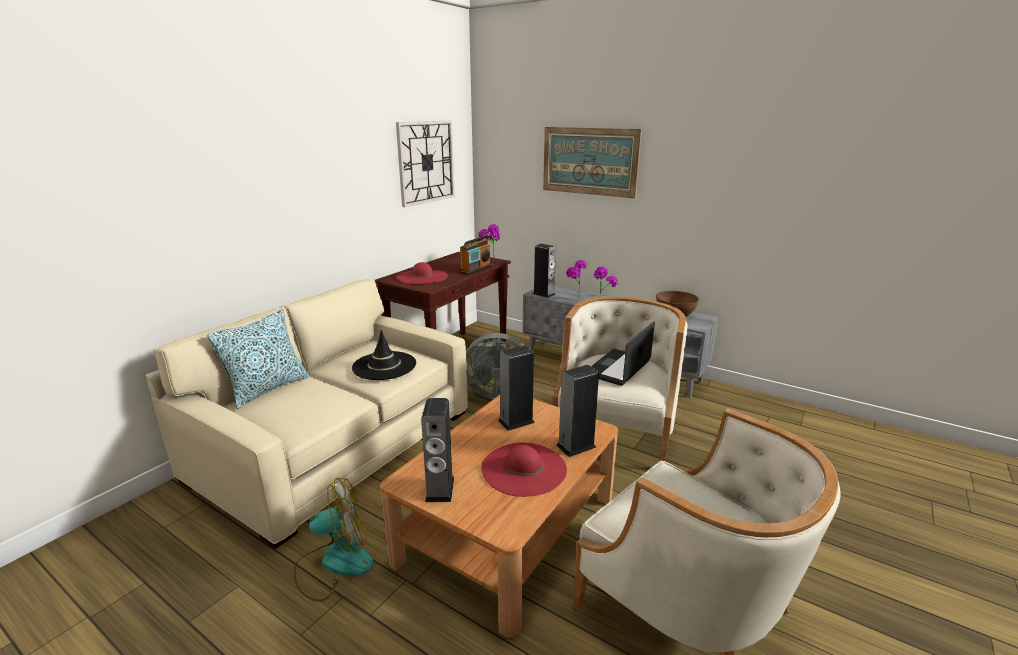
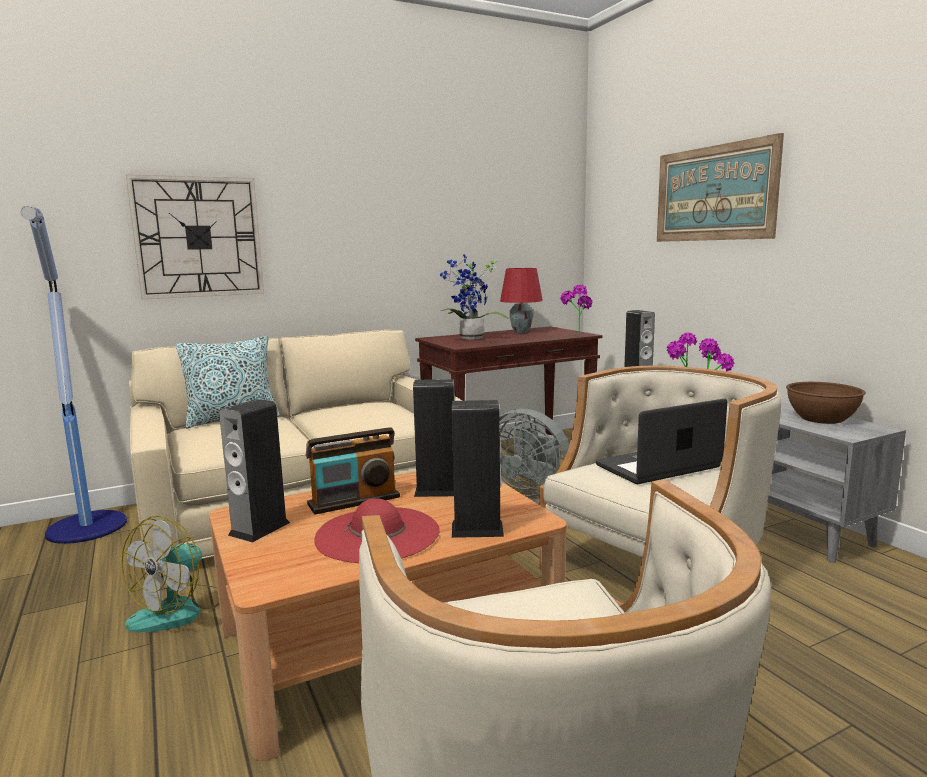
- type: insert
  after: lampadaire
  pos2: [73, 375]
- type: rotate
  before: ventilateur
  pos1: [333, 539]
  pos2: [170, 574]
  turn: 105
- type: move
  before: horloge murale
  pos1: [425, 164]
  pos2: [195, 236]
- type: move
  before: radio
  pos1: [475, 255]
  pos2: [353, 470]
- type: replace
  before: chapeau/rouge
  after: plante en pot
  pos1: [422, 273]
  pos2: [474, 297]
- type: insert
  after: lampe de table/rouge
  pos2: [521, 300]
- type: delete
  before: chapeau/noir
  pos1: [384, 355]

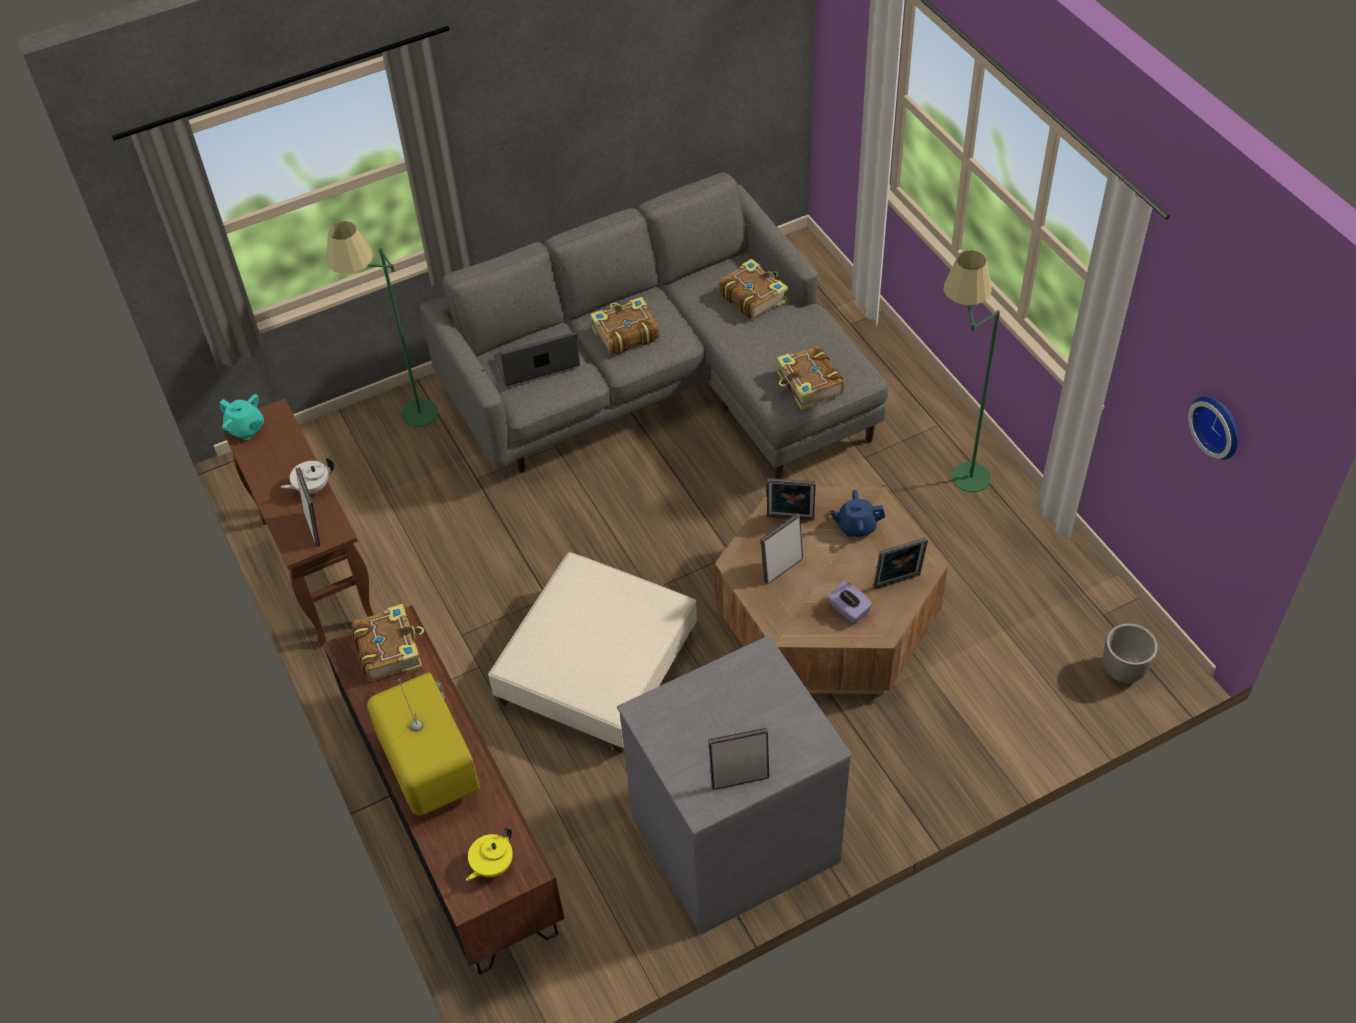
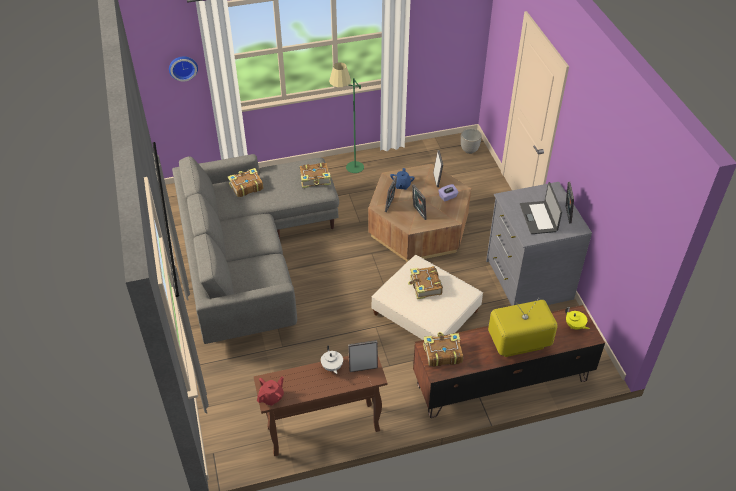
- type: move
  before: horloge murale
  pos1: [1213, 428]
  pos2: [183, 68]
- type: recolor
  before: théière/turquoise
  after: théière/rouge
  pos1: [242, 417]
  pos2: [270, 391]
- type: move
  before: livre
  pos1: [624, 326]
  pos2: [425, 282]
- type: move
  before: ordinateur portable
  pos1: [537, 359]
  pos2: [541, 208]
- type: delete
  before: lampadaire/vert
  pos1: [382, 324]

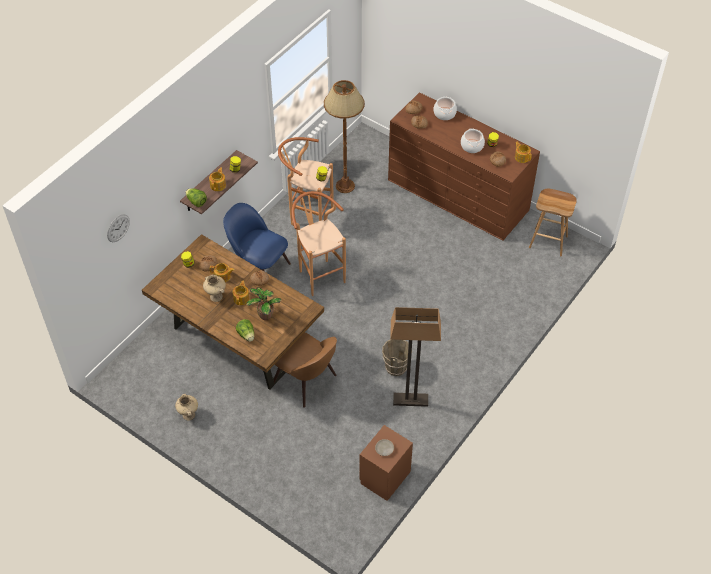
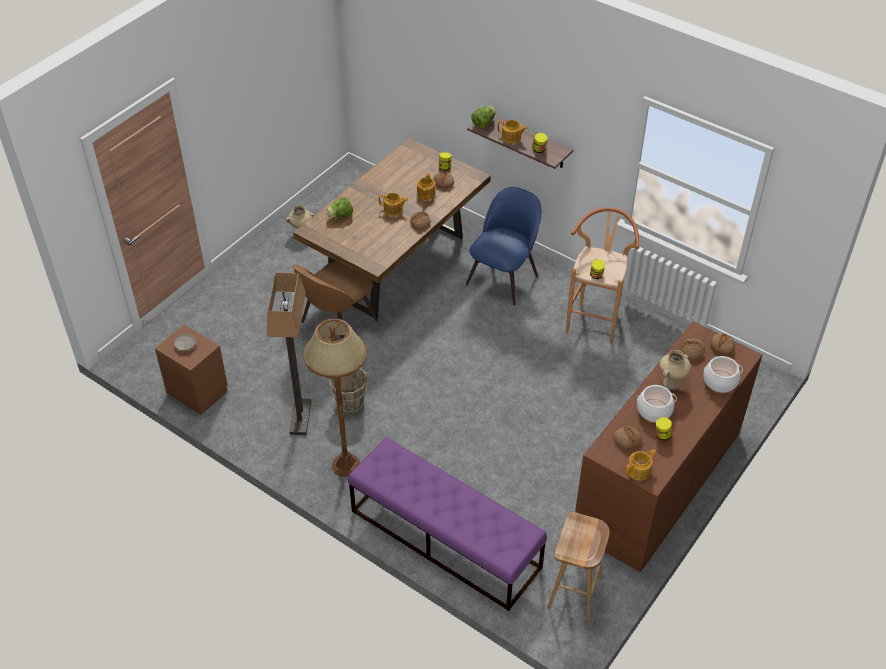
- type: move
  before: lampadaire/marron
  pos1: [344, 136]
  pos2: [335, 398]
- type: insert
  after: banc/violet
  pos2: [447, 524]
- type: move
  before: vase/beige
  pos1: [214, 288]
  pos2: [675, 370]
- type: delete
  before: horloge murale
  pos1: [118, 228]
- type: delete
  before: plante en pot
  pos1: [263, 304]
- type: delete
  before: tabouret/marron
  pos1: [318, 243]

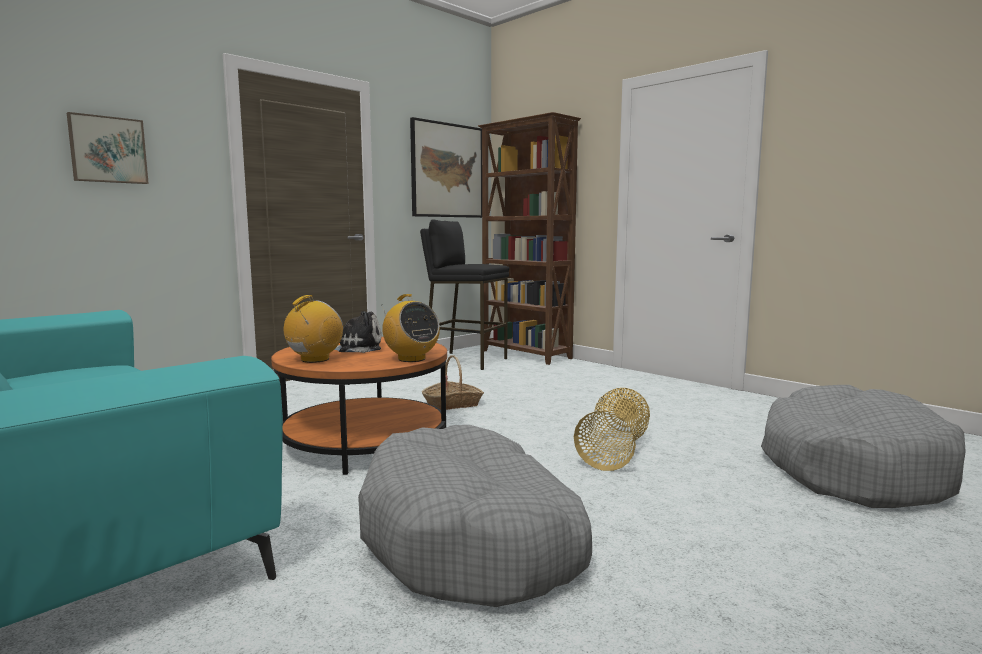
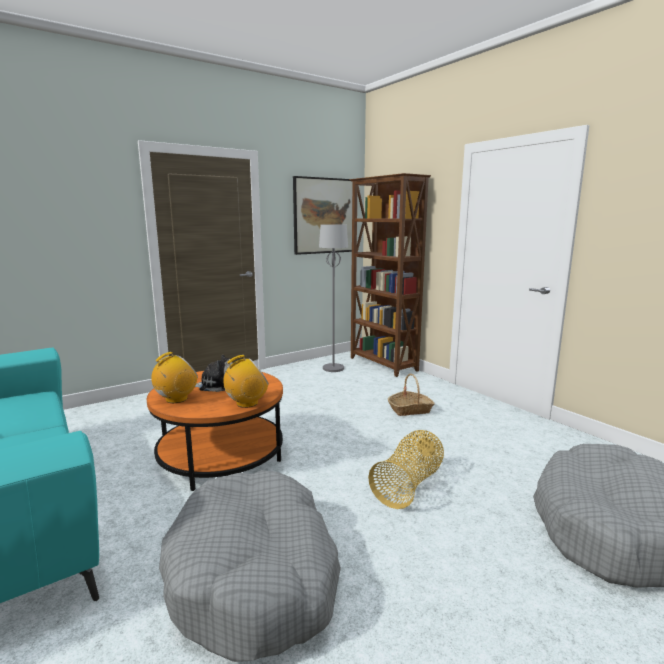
- type: rotate
  before: radio
  pos1: [411, 328]
  pos2: [246, 381]
  turn: -90
- type: replace
  before: tabouret/noir
  after: lampadaire/gris
  pos1: [464, 294]
  pos2: [333, 298]
- type: move
  before: panier
  pos1: [453, 382]
  pos2: [411, 394]
- type: delete
  before: tableau
  pos1: [108, 148]

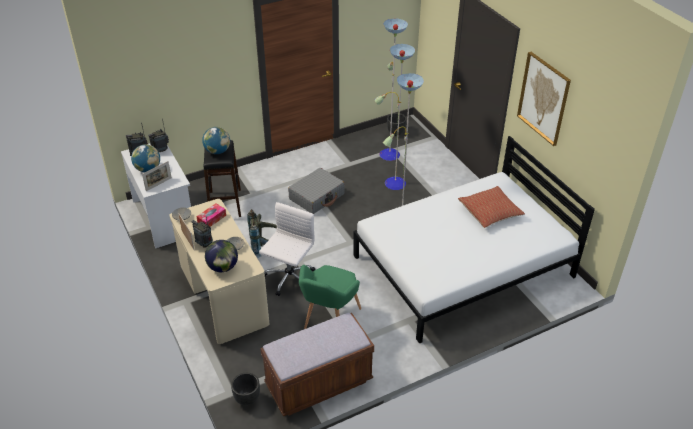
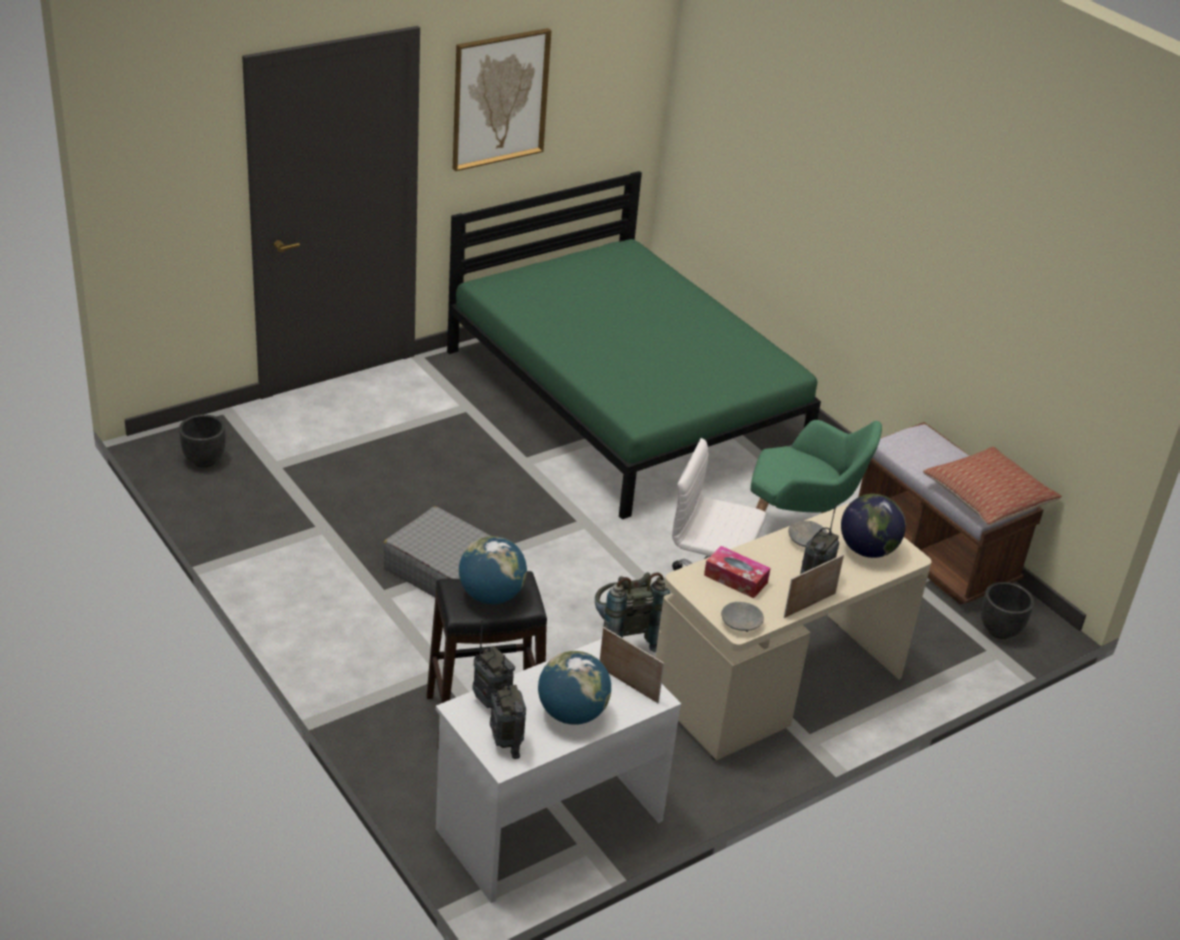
- type: recolor
  before: lit/blanc
  after: lit/vert
  pos1: [474, 240]
  pos2: [634, 345]
- type: move
  before: coussin
  pos1: [491, 207]
  pos2: [992, 485]
- type: delete
  before: lampadaire
  pos1: [399, 112]

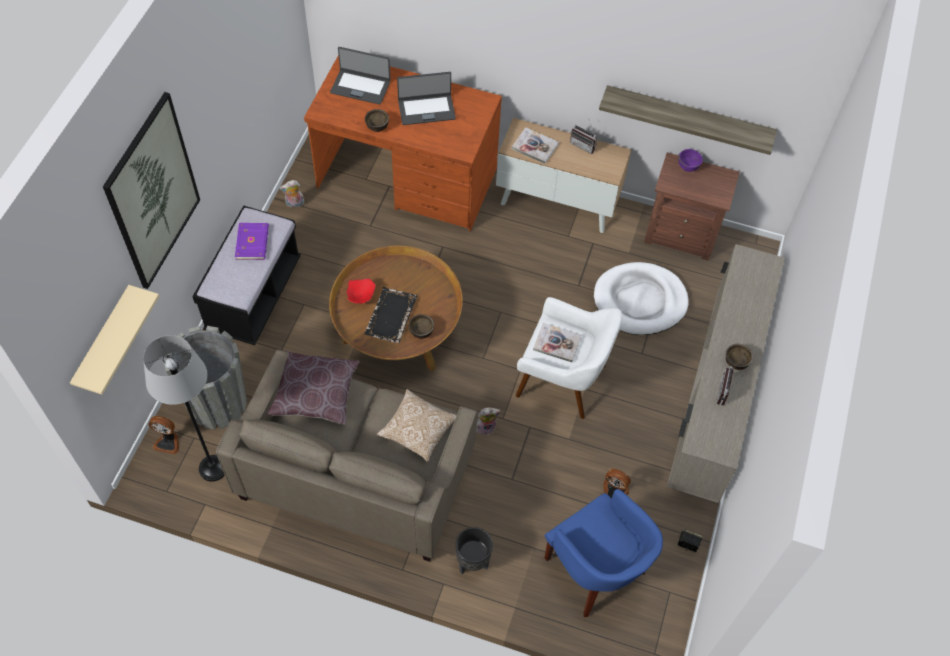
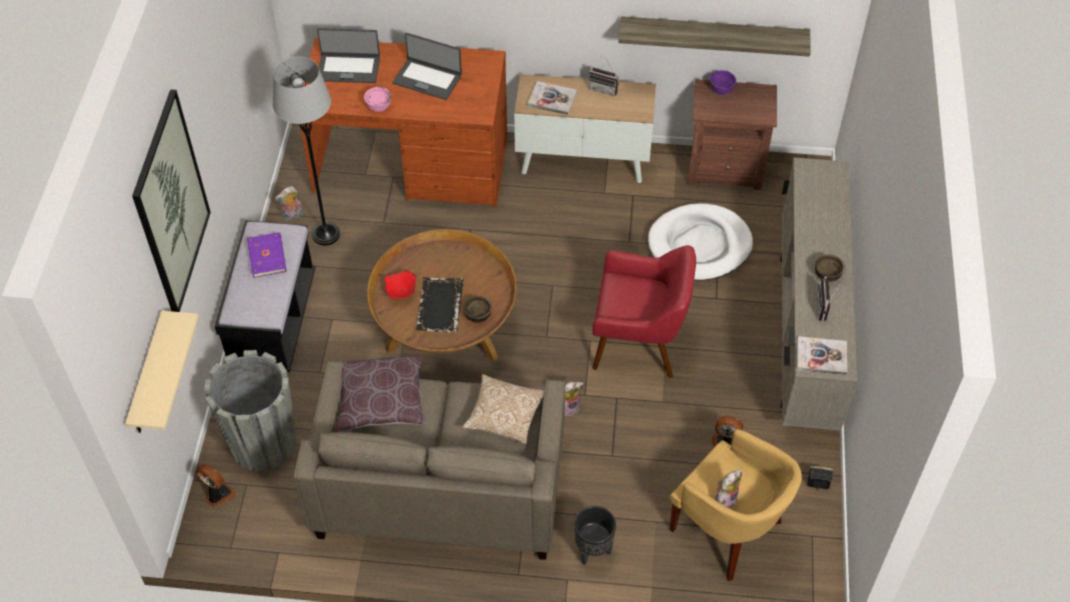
- type: rotate
  before: ventilateur
  pos1: [163, 435]
  pos2: [216, 485]
  turn: -150
- type: move
  before: lampadaire/gris
  pos1: [184, 408]
  pos2: [306, 151]
- type: recolor
  before: bol/marron
  after: bol/rose
  pos1: [377, 120]
  pos2: [377, 99]
- type: rotate
  before: ordinateur portable
  pos1: [426, 98]
  pos2: [427, 66]
  turn: 45
- type: recolor
  before: fauteuil/blanc
  after: fauteuil/rouge
  pos1: [569, 358]
  pos2: [644, 311]
- type: recolor
  before: fauteuil/bleu
  after: fauteuil/jaune
  pos1: [603, 553]
  pos2: [735, 505]
- type: insert
  after: peluche
  pos2: [728, 488]
- type: move
  before: livre
  pos1: [557, 342]
  pos2: [822, 355]

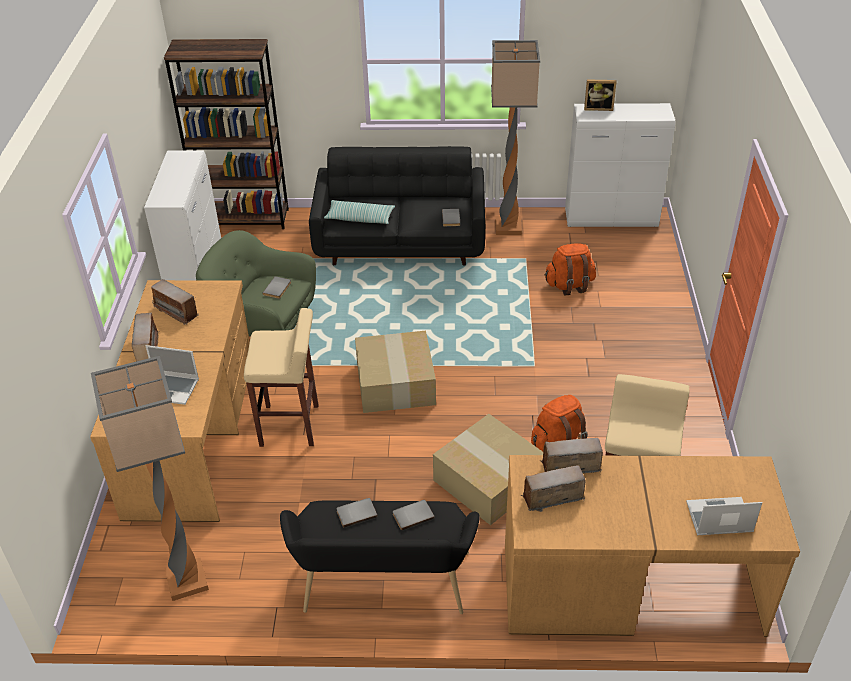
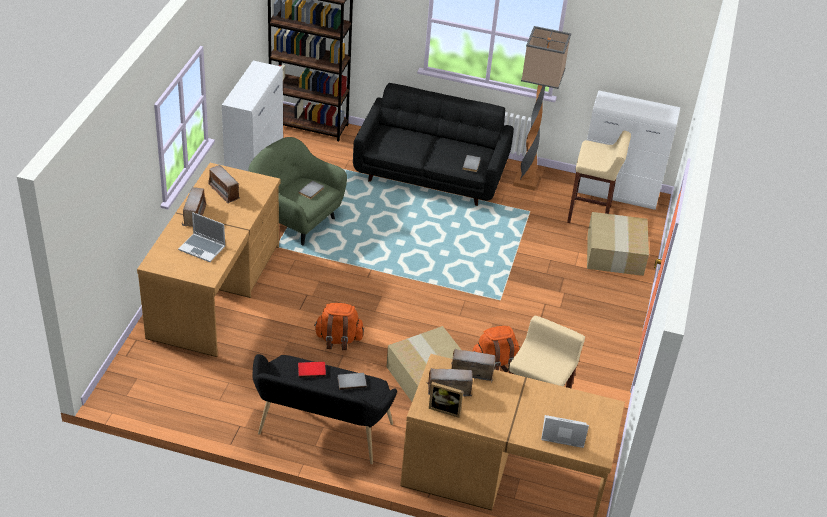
- type: recolor
  before: livre/gris
  after: livre/rouge
  pos1: [357, 513]
  pos2: [312, 370]
- type: move
  before: sac à dos/orange
  pos1: [570, 270]
  pos2: [339, 326]
- type: move
  before: cadre photo
  pos1: [600, 95]
  pos2: [446, 400]
- type: move
  before: tabouret/beige
  pos1: [281, 377]
  pos2: [599, 177]
- type: move
  before: carton
  pos1: [395, 372]
  pos2: [618, 244]
- type: delete
  before: lampadaire
  pos1: [150, 478]
- type: delete
  before: coussin
  pos1: [359, 212]

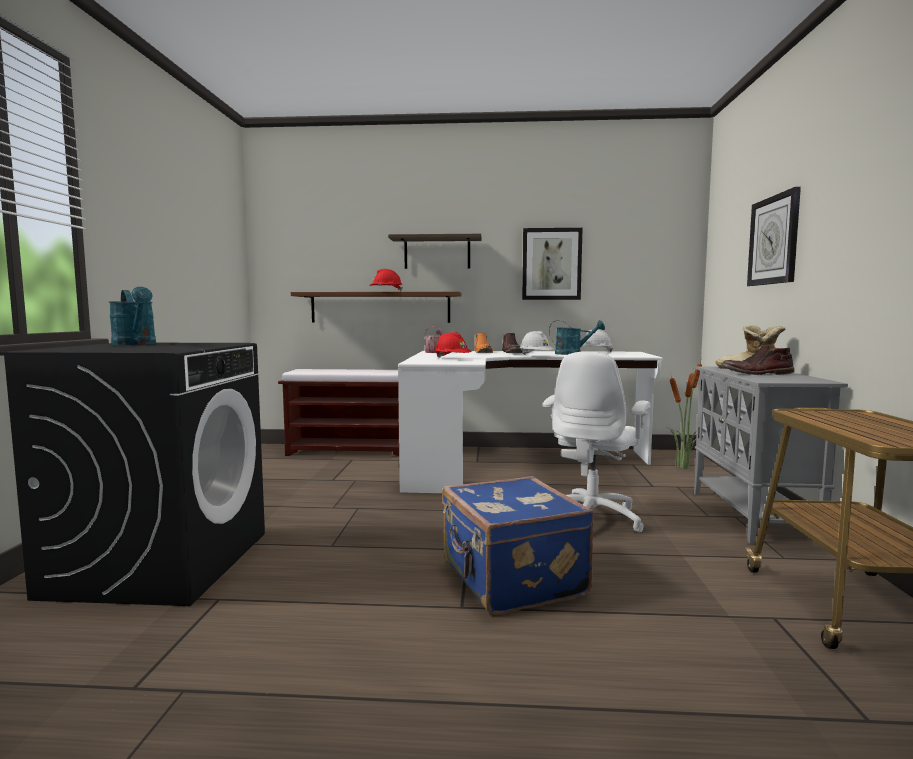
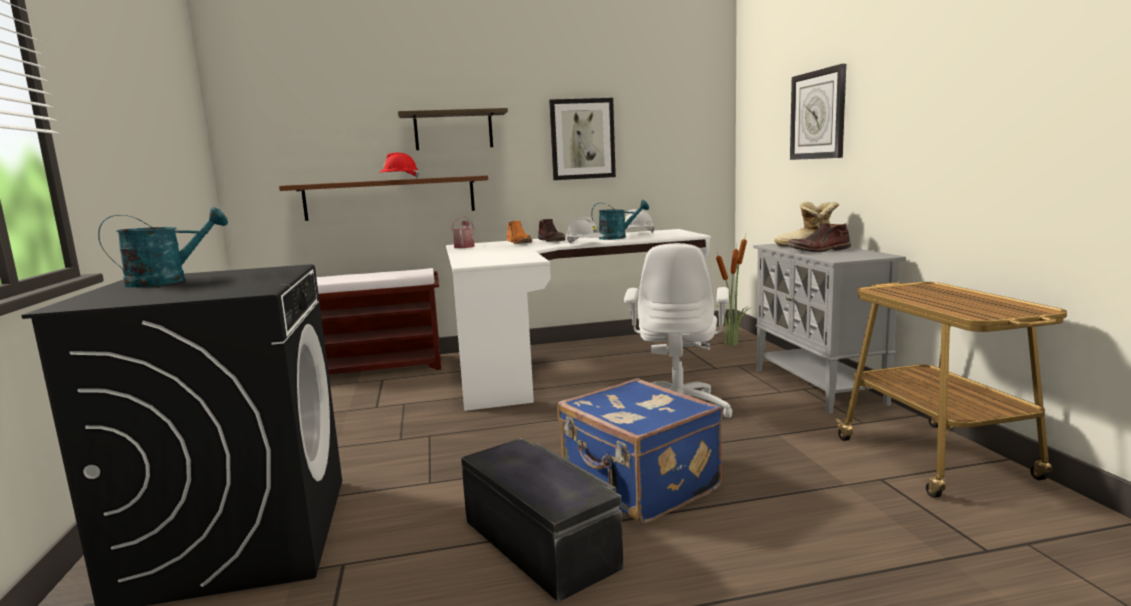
- type: rotate
  before: arrosoir/turquoise
  pos1: [132, 316]
  pos2: [163, 247]
  turn: -75
- type: insert
  after: boîte de rangement/noir
  pos2: [542, 520]
- type: delete
  before: casque de chantier/rouge
  pos1: [453, 345]

